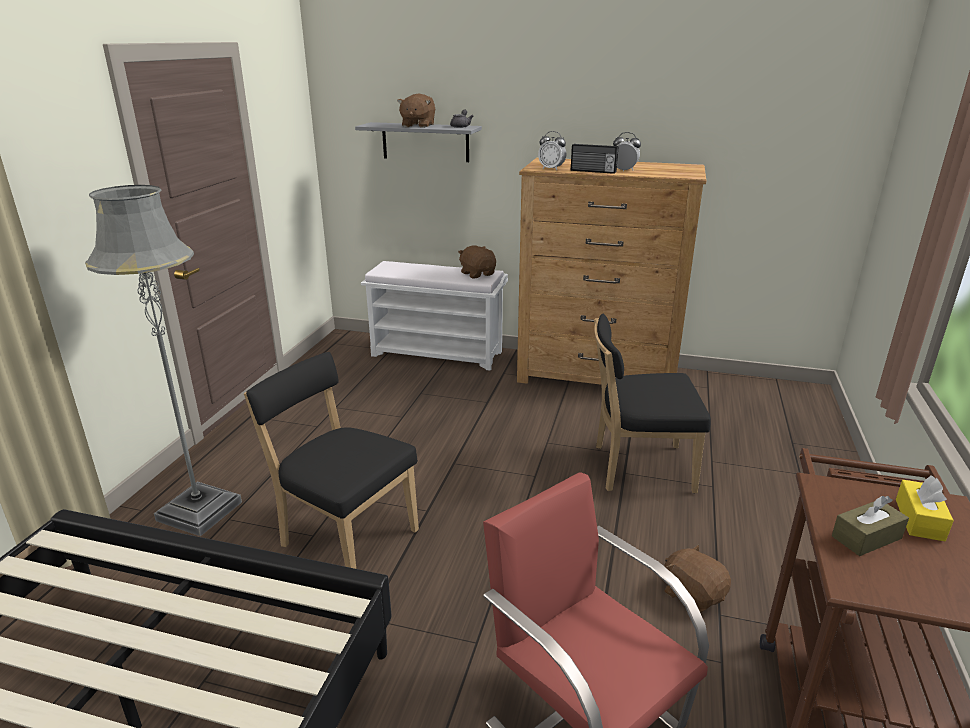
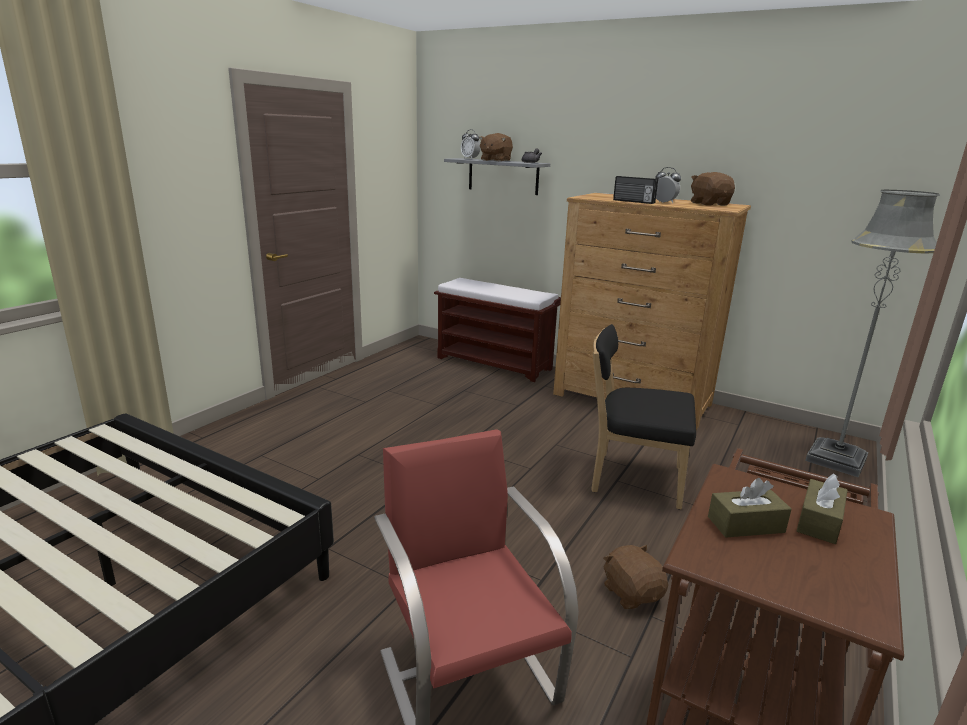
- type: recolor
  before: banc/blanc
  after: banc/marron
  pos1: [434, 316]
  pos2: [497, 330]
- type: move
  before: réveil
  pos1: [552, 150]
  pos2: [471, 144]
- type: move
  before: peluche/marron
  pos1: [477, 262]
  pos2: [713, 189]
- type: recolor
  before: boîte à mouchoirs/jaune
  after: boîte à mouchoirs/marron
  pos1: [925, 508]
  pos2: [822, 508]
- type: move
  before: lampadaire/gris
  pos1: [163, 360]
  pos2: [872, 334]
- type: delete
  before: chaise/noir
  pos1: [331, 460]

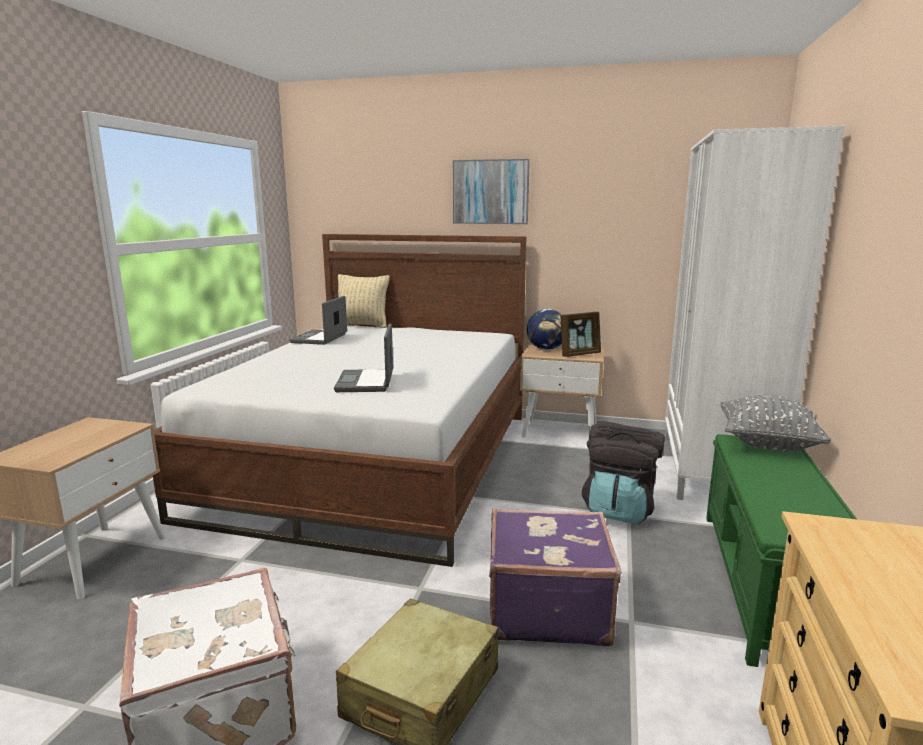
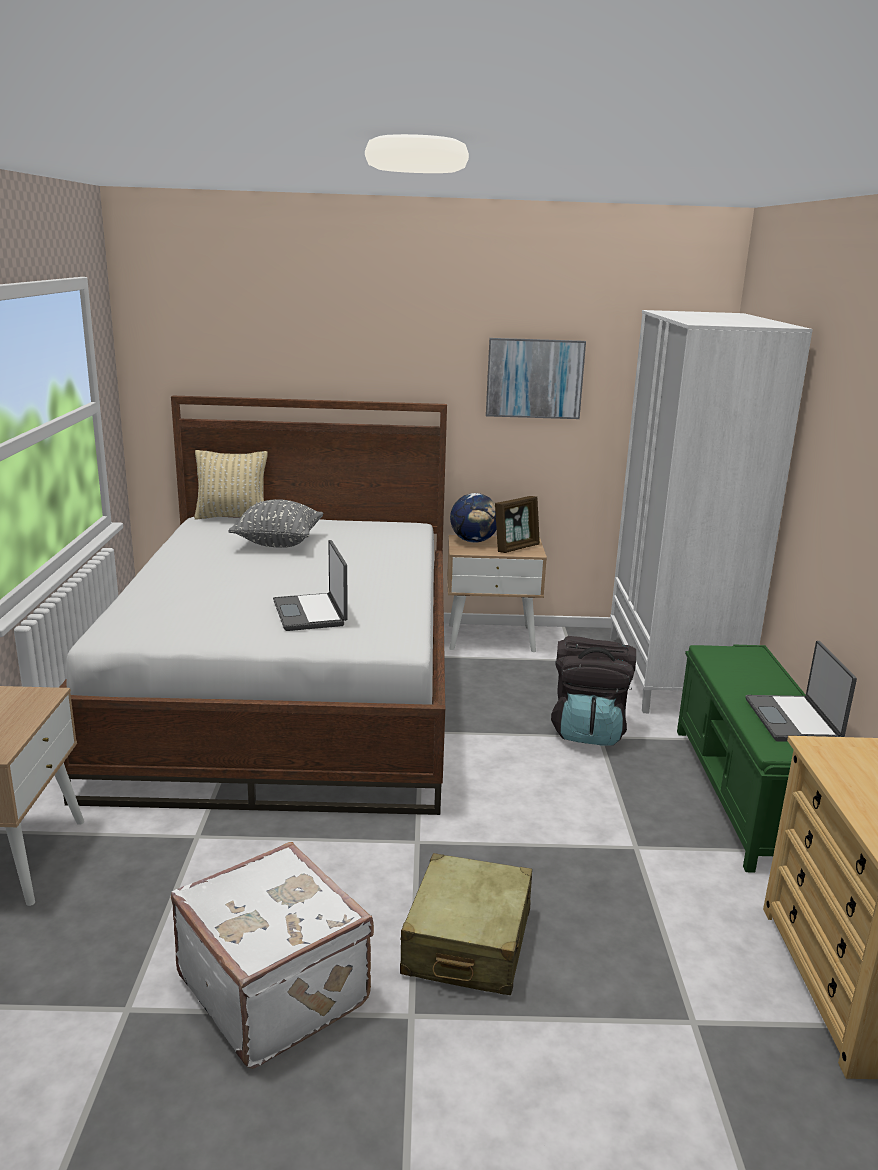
- type: move
  before: coussin/gris
  pos1: [776, 423]
  pos2: [275, 523]
- type: move
  before: tableau
  pos1: [491, 191]
  pos2: [536, 378]
- type: move
  before: ordinateur portable
  pos1: [318, 320]
  pos2: [801, 691]
- type: delete
  before: valise/violet
  pos1: [555, 577]

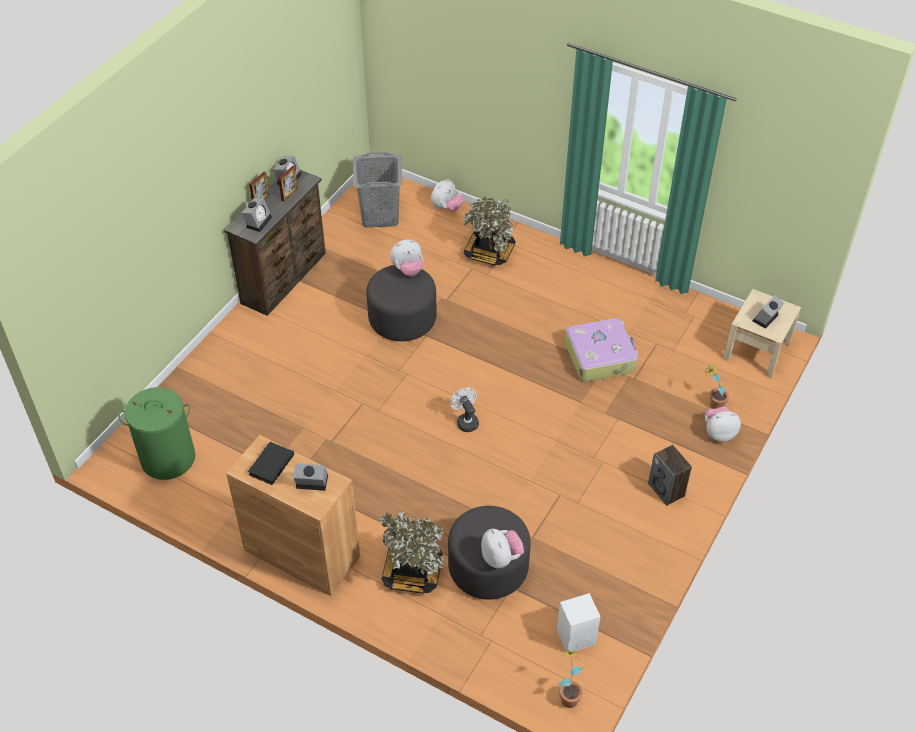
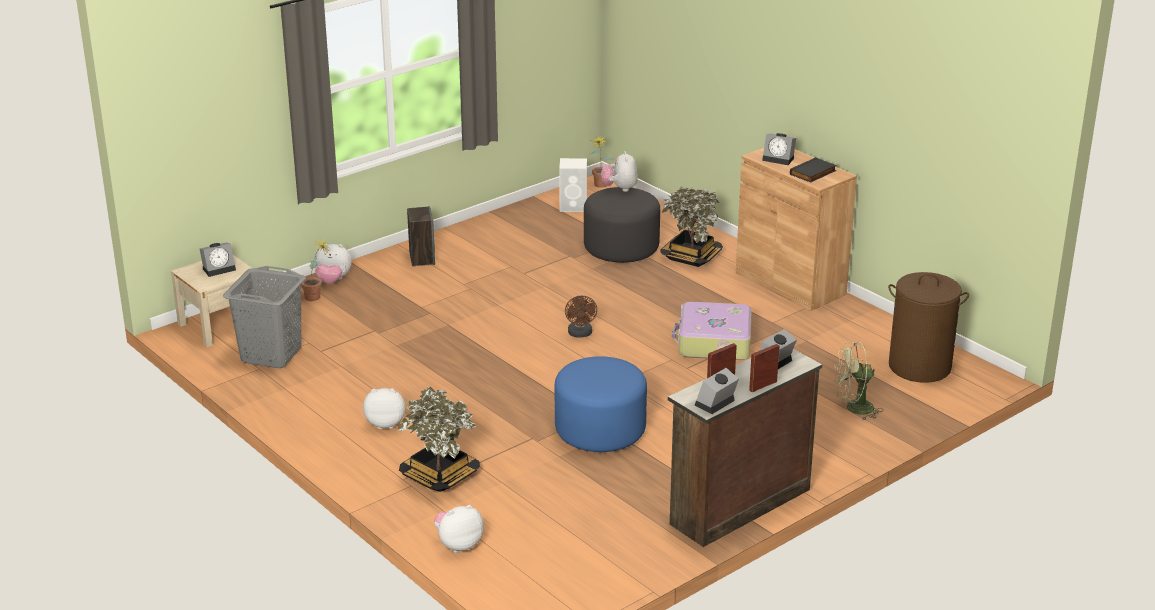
- type: move
  before: panier à linge/gris
  pos1: [378, 189]
  pos2: [264, 317]
- type: move
  before: peluche
  pos1: [406, 258]
  pos2: [384, 408]
- type: recolor
  before: pouf/gris
  after: pouf/bleu
  pos1: [401, 303]
  pos2: [601, 404]
- type: recolor
  before: ventilateur/blanc
  after: ventilateur/marron
  pos1: [464, 410]
  pos2: [581, 316]
- type: move
  before: valise
  pos1: [601, 350]
  pos2: [712, 331]
- type: insert
  after: ventilateur/vert
  pos2: [858, 381]
- type: recolor
  before: panier à linge/vert
  after: panier à linge/marron
  pos1: [156, 433]
  pos2: [928, 327]

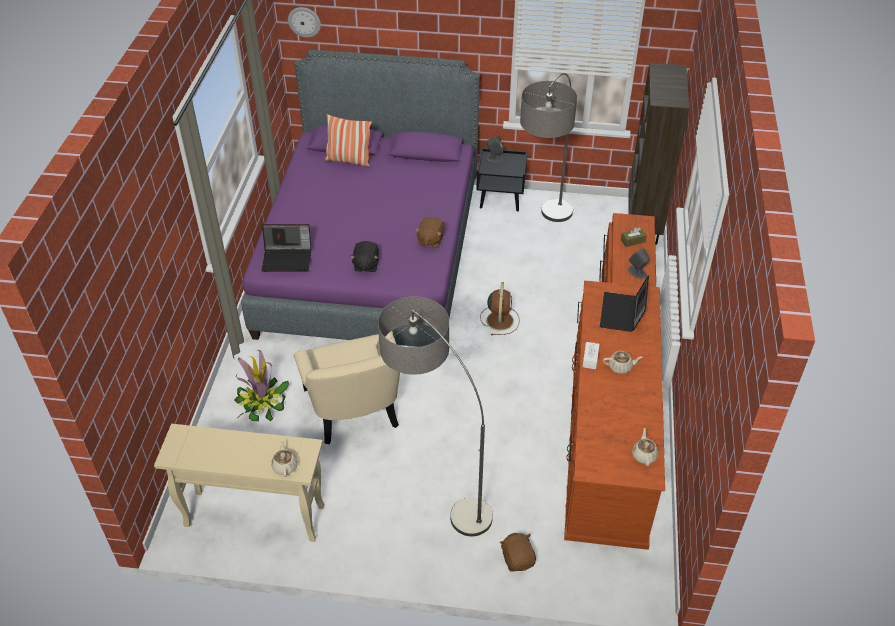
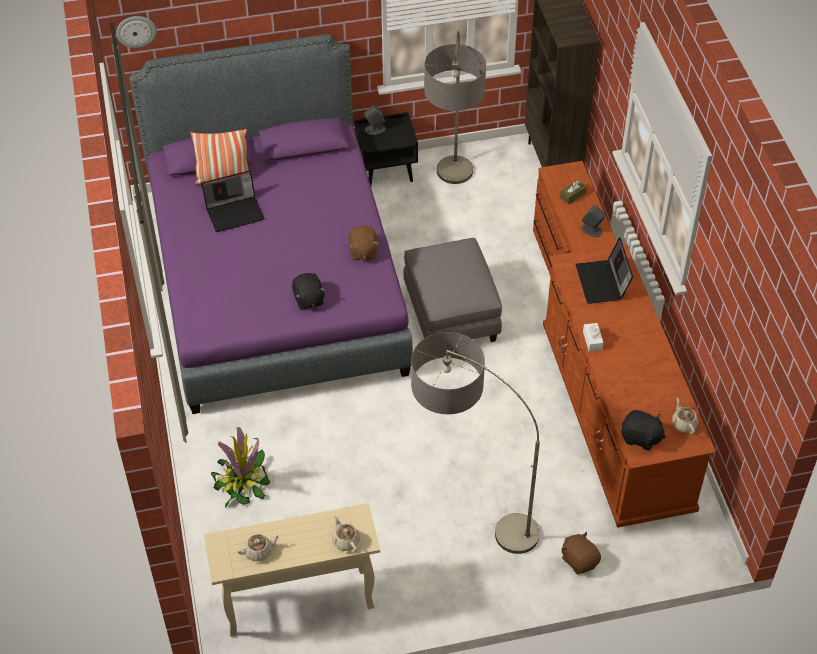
- type: move
  before: ordinateur portable
  pos1: [286, 248]
  pos2: [232, 201]
- type: move
  before: théière/beige
  pos1: [623, 362]
  pos2: [259, 547]
- type: replace
  before: ventilateur/marron
  after: pouf/gris
  pos1: [500, 309]
  pos2: [453, 290]
- type: insert
  after: peluche/noir
  pos2: [643, 430]
- type: delete
  before: fauteuil/beige
  pos1: [346, 387]

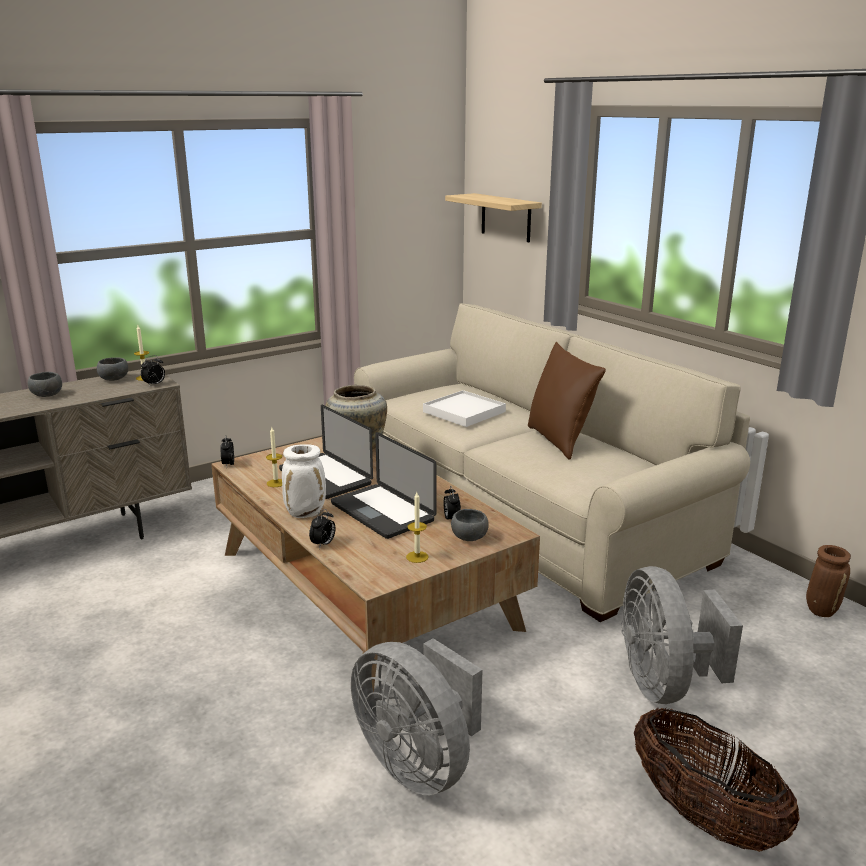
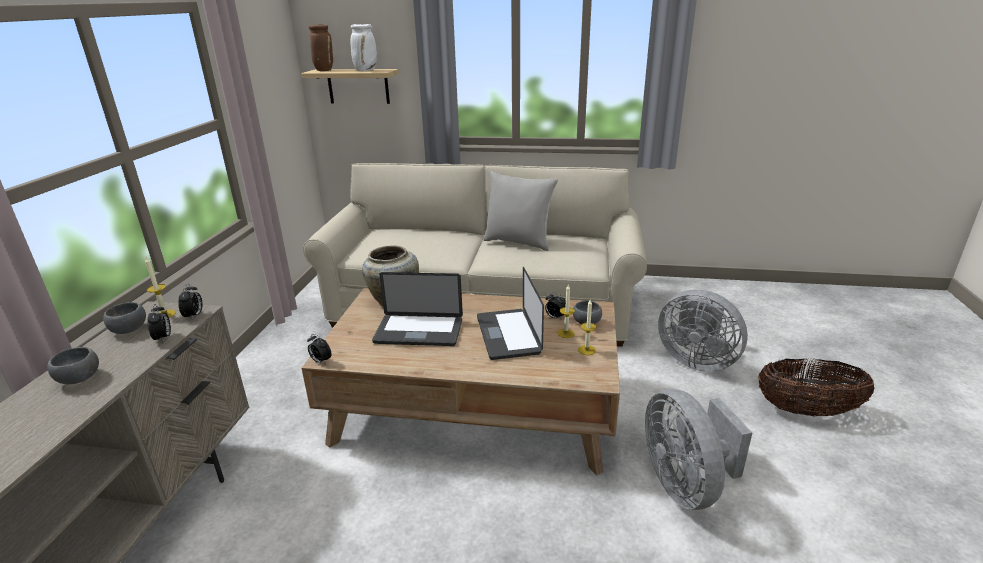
- type: move
  before: réveil
  pos1: [322, 529]
  pos2: [159, 323]
- type: move
  before: vase/marron
  pos1: [828, 581]
  pos2: [321, 48]
- type: move
  before: vase/blanc
  pos1: [304, 481]
  pos2: [364, 47]
- type: rotate
  before: ordinateur portable
  pos1: [383, 485]
  pos2: [510, 313]
  turn: 75
- type: recolor
  before: coussin/marron
  after: coussin/gris
  pos1: [567, 401]
  pos2: [520, 211]
- type: move
  before: bougie
  pos1: [274, 457]
  pos2: [566, 311]
- type: rotate
  before: ventilateur/gris
  pos1: [416, 716]
  pos2: [698, 449]
  turn: 75
- type: delete
  before: plateau/blanc
  pos1: [464, 408]

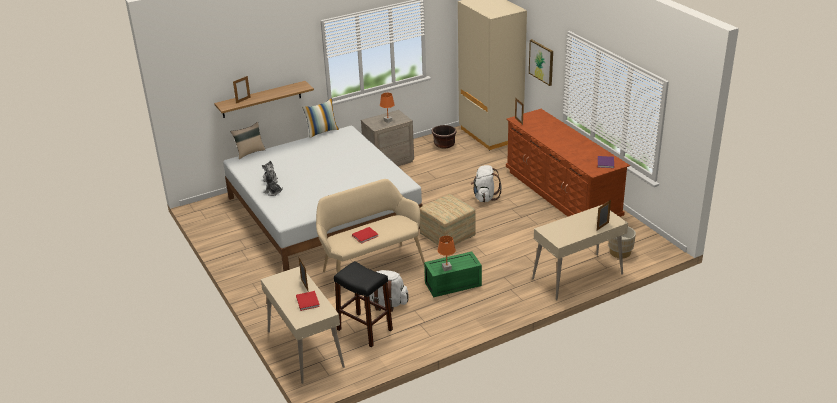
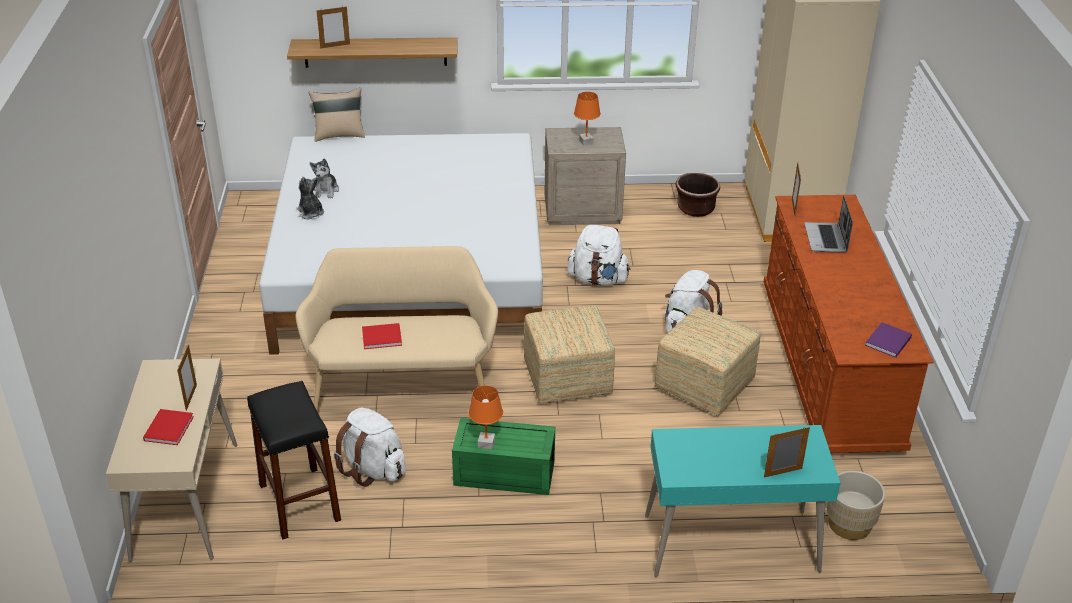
- type: insert
  after: sac à dos/blanc
  pos2: [599, 255]
- type: recolor
  before: bureau/beige
  after: bureau/turquoise
  pos1: [580, 253]
  pos2: [742, 501]
- type: insert
  after: pouf
  pos2: [707, 361]
- type: insert
  after: ordinateur portable
  pos2: [828, 224]
- type: delete
  before: coussin
  pos1: [320, 118]
- type: delete
  before: tableau
  pos1: [541, 62]

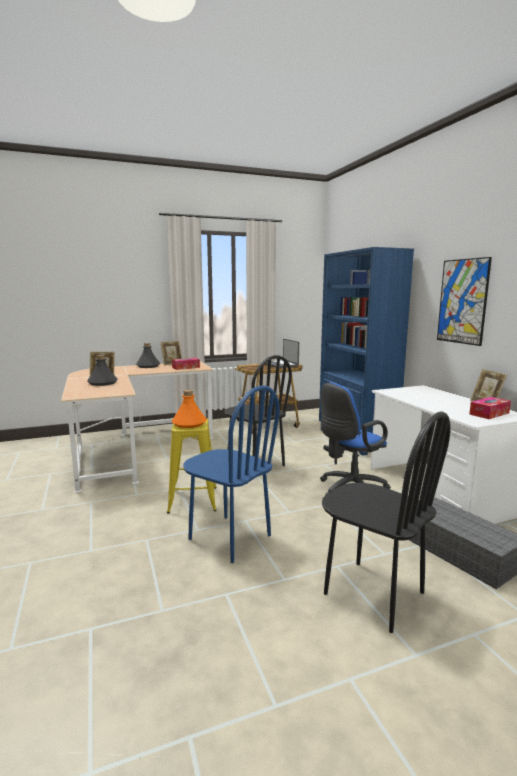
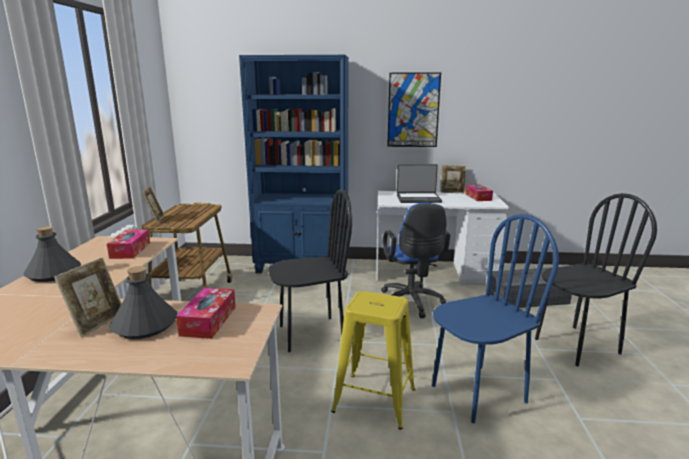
- type: move
  before: cadre photo
  pos1: [171, 353]
  pos2: [153, 204]
- type: insert
  after: boîte à mouchoirs
  pos2: [206, 313]
- type: move
  before: ordinateur portable
  pos1: [282, 353]
  pos2: [419, 183]
- type: delete
  before: bouteille/orange
  pos1: [189, 409]

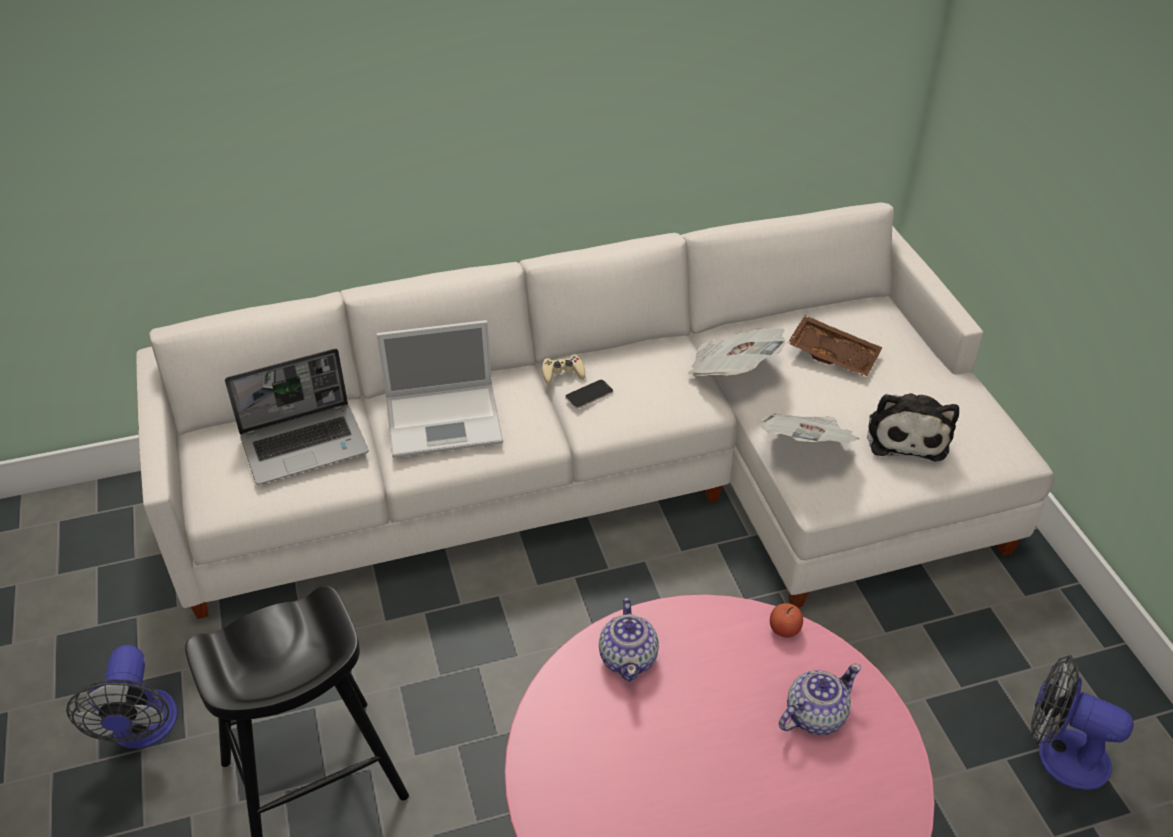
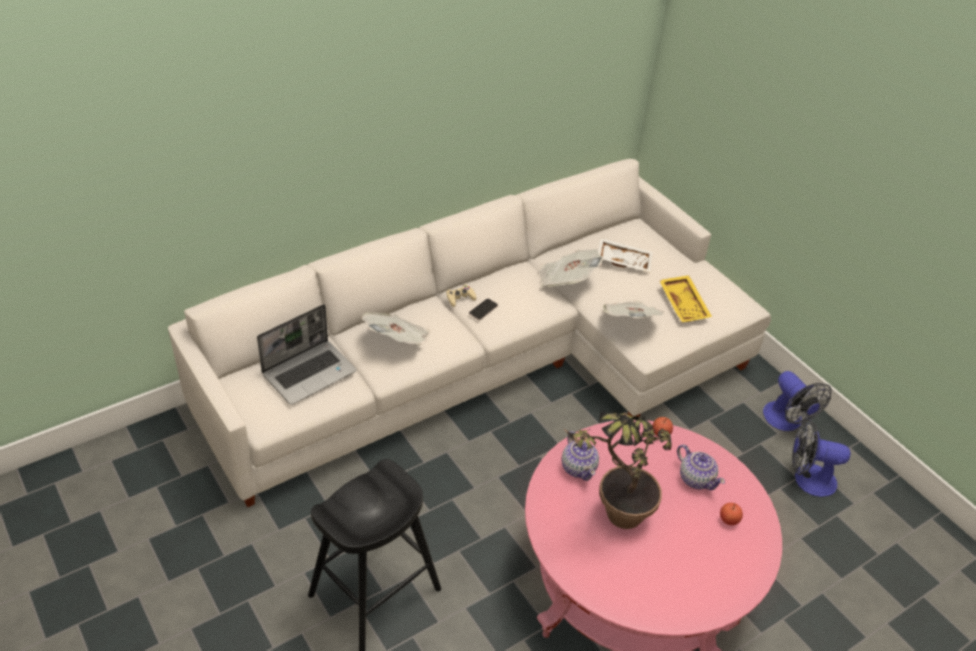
- type: replace
  before: ordinateur portable
  after: journal
  pos1: [439, 389]
  pos2: [396, 328]
- type: insert
  after: plante en pot
  pos2: [617, 470]
- type: recolor
  before: plateau/marron
  after: plateau/blanc
  pos1: [835, 346]
  pos2: [625, 255]
- type: replace
  before: peluche
  after: plateau/jaune
  pos1: [913, 427]
  pos2: [685, 299]
- type: rotate
  before: théière
  pos1: [820, 699]
  pos2: [701, 467]
  turn: 105
- type: insert
  after: pomme
  pos2: [731, 514]
- type: move
  before: ventilateur
  pos1: [121, 697]
  pos2: [797, 401]

